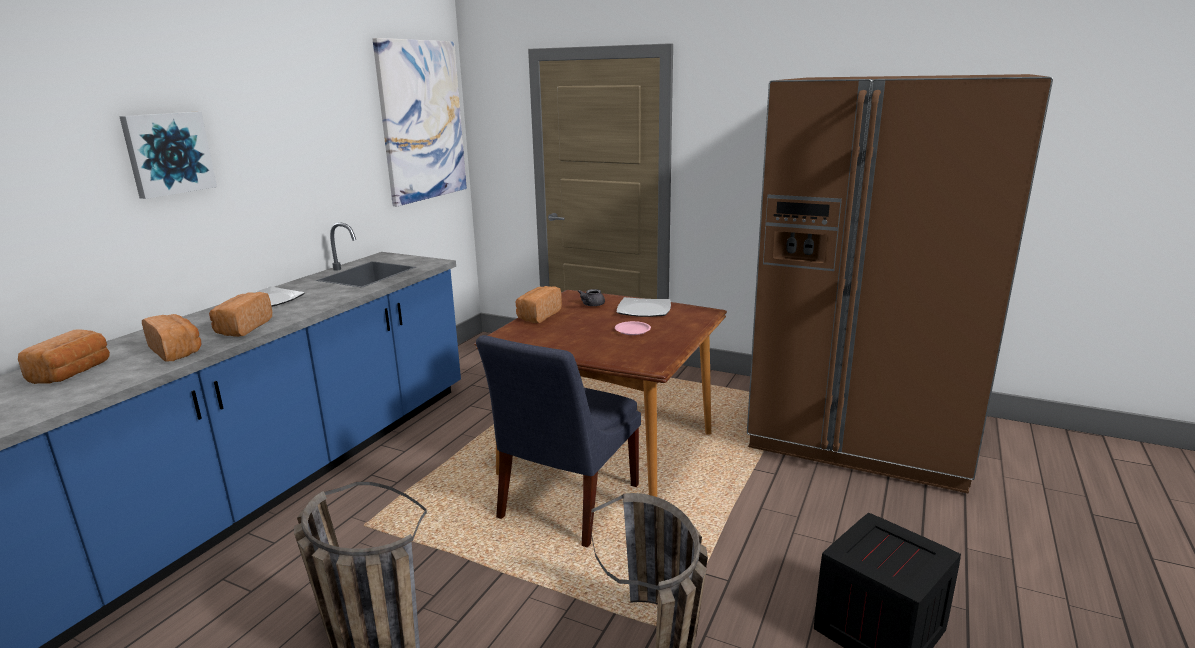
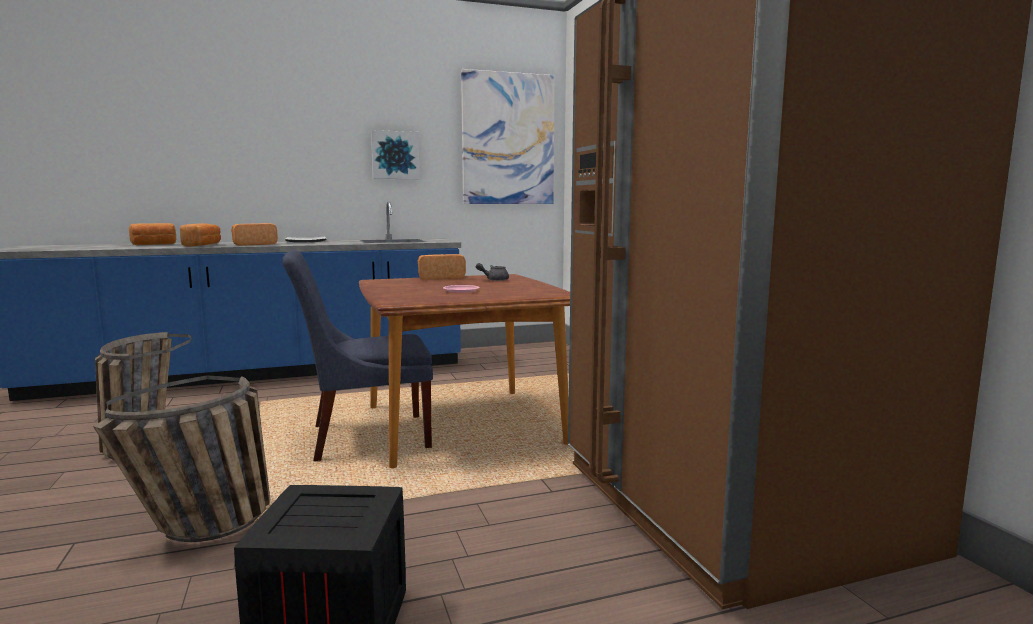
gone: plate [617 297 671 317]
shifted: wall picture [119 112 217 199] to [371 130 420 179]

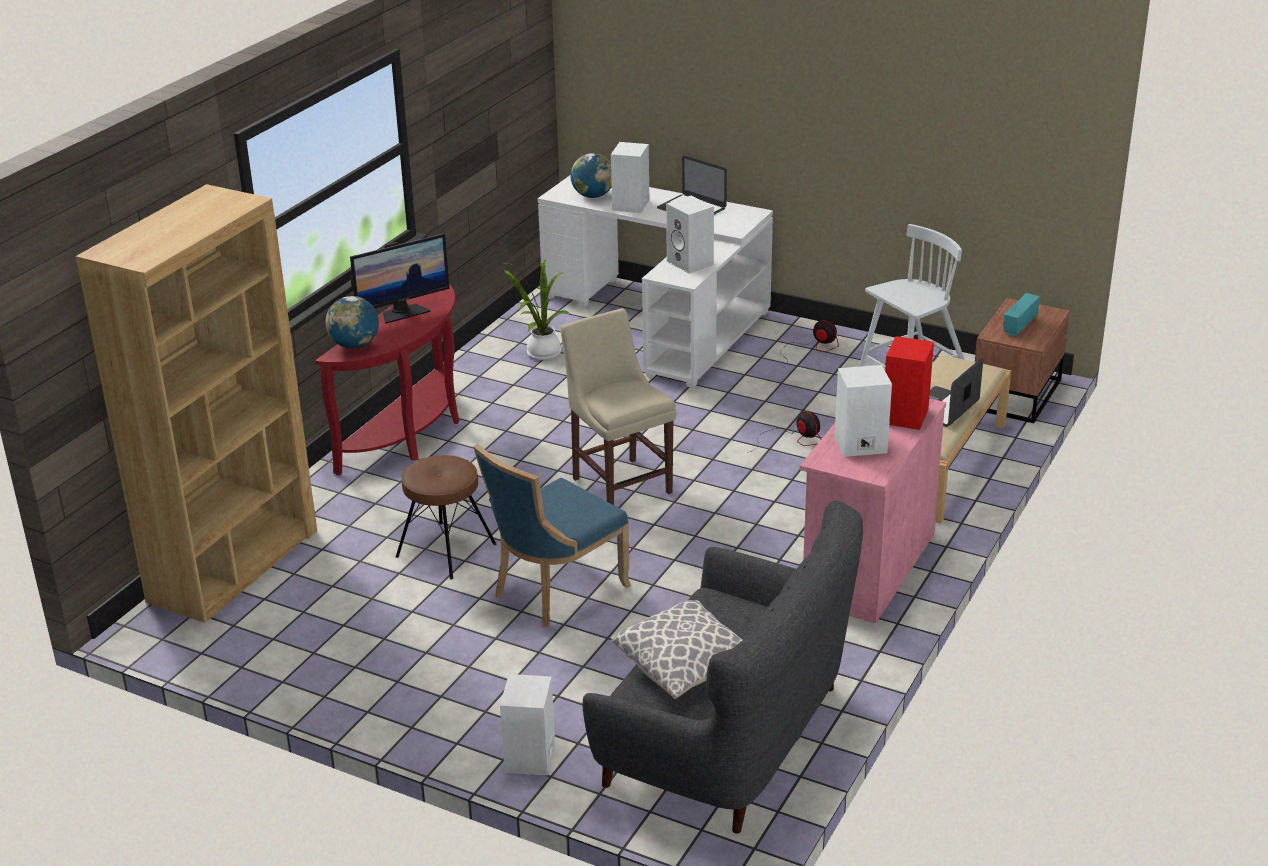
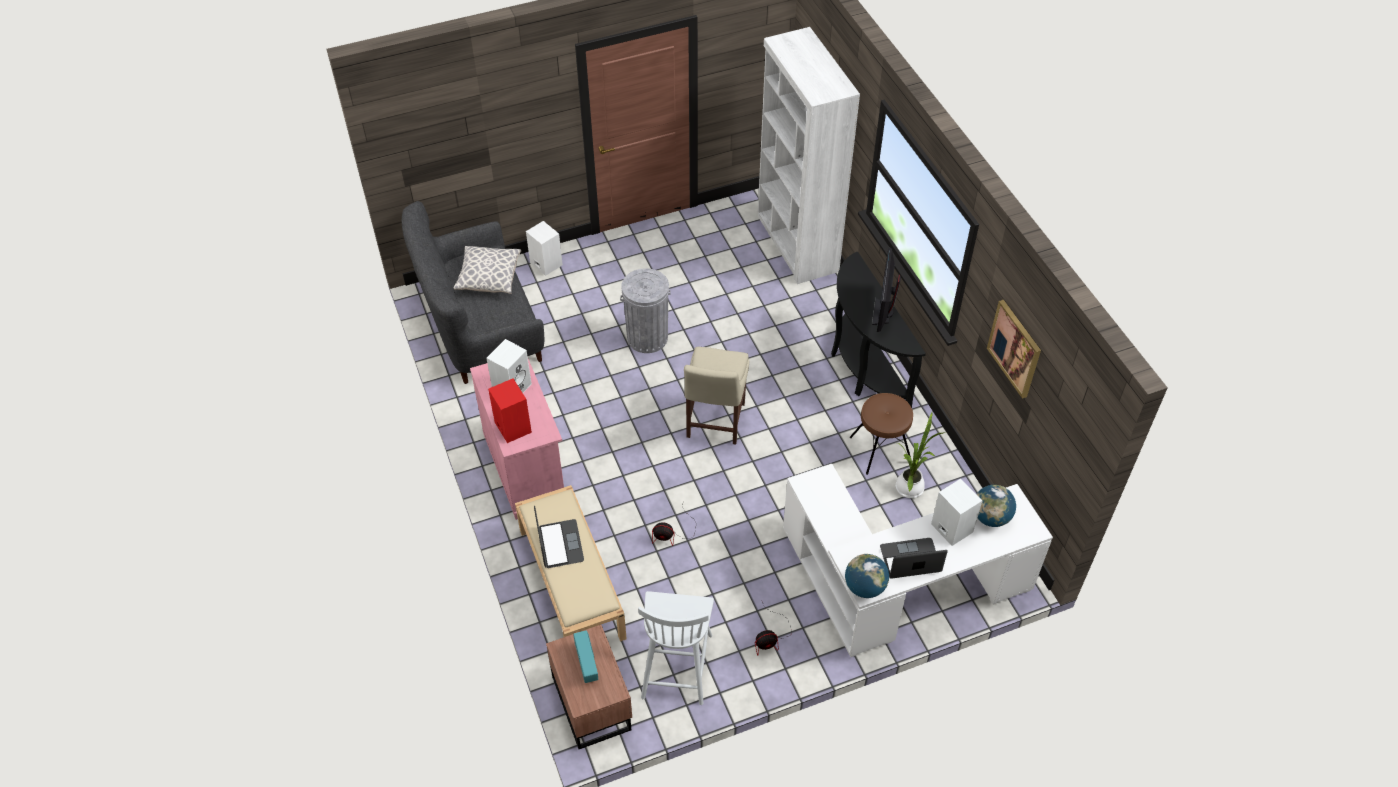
gone: loudspeaker (whitish) [666 195 714 274]
new: wall picture [987 300 1041 399]
shifted: world globe [326 296 379 349] to [845 554 889 598]; stool seat (brownish) [396 455 497 580] to [850 393 913 475]
swapped: plain chair (bluish) [473 444 631 627] to trash can (greyish) [620 268 671 353]
repainted: bookcase (brownish) [75 184 317 623] to bookcase (whitish) [758 27 860 284]; hall table (red-coloured) [315 284 459 475] to hall table (black-coloured) [831 252 926 408]
rotated: plain chair (sand-coloured) [561 308 676 505] = [684 347 749 445] 90 degrees clockwise

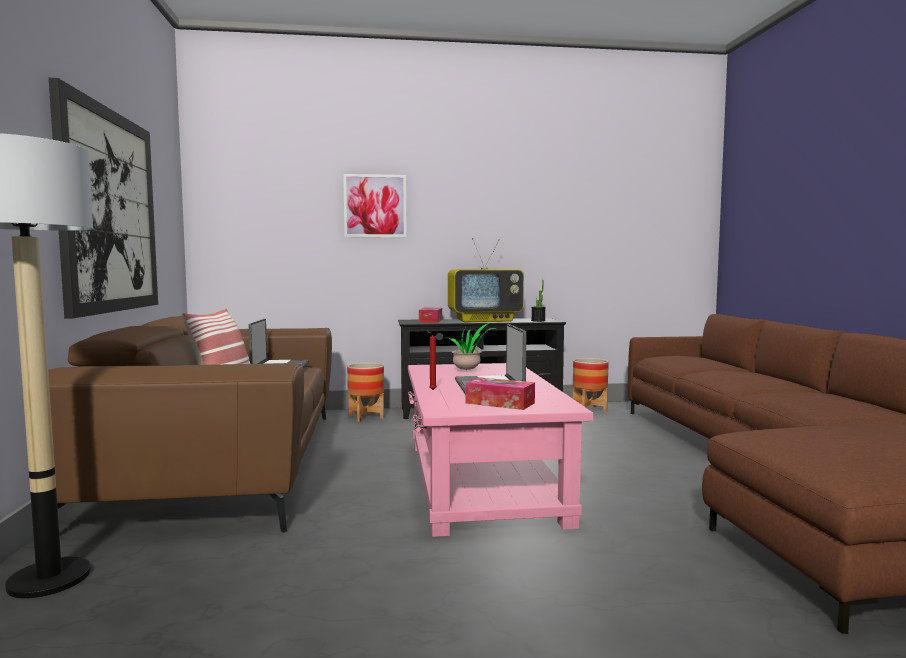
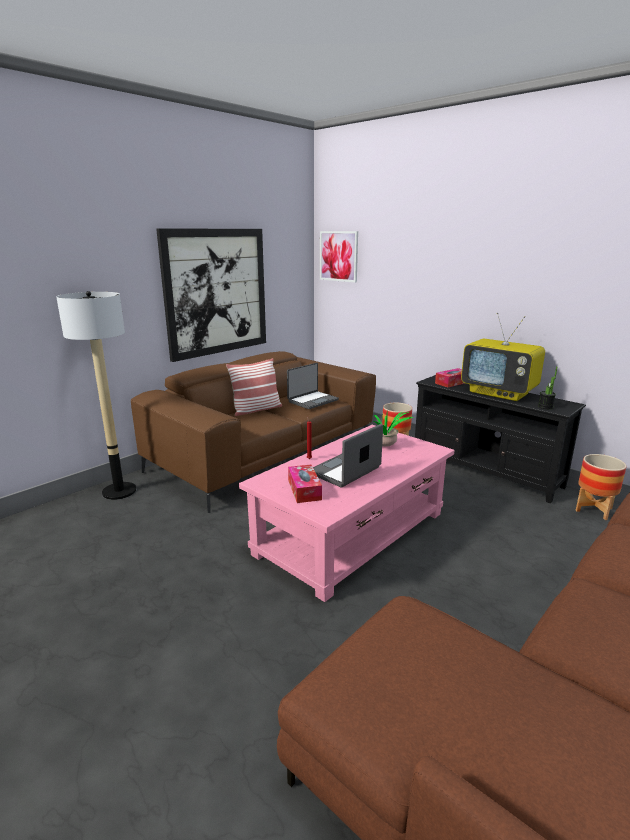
shifted: wall picture [343 174 407 237] to [320 231 358 283]

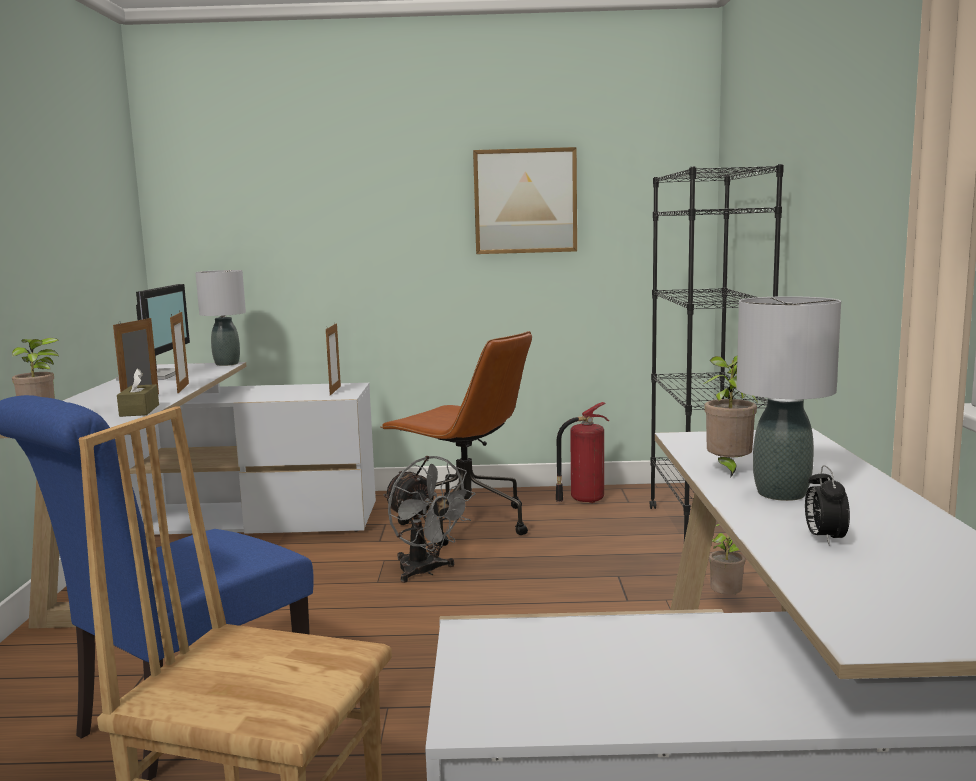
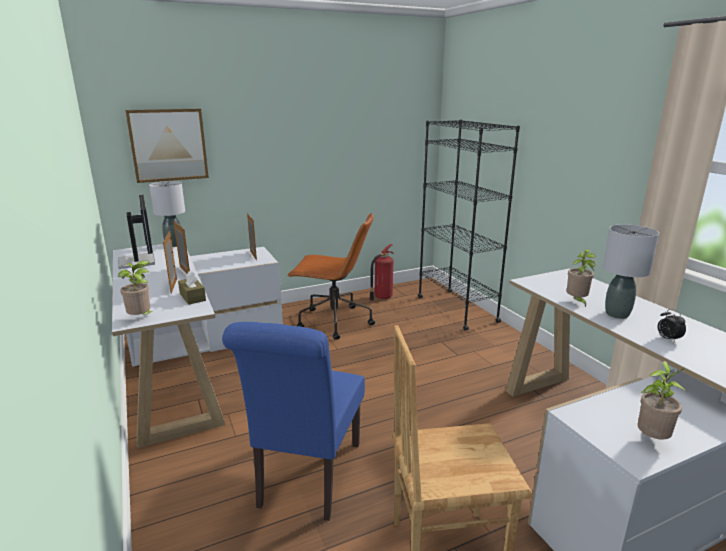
gone: fan (greyish) [384 456 476 583]
shifted: wall picture [473 147 577 254] to [125 109 209 183]; houseplant [709 524 745 595] to [637 361 686 440]

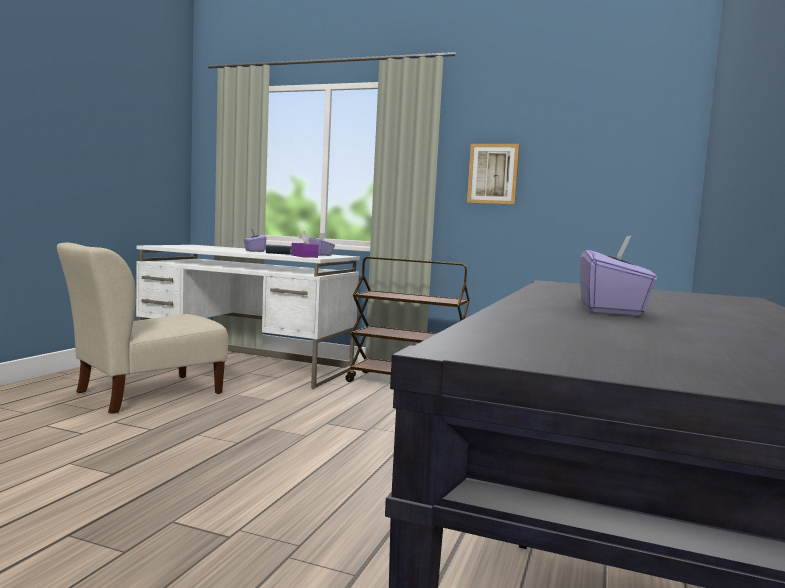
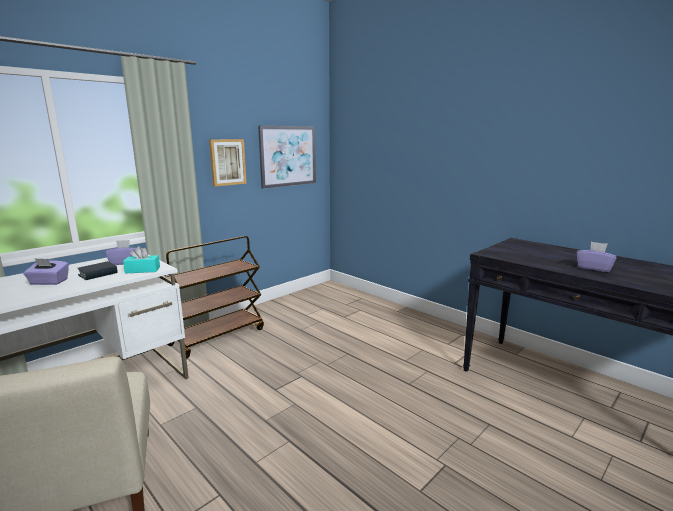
new: wall picture [258 125 316 189]
repainted: tissue holder (purple) [291 231 318 258] to tissue holder (turquoise) [123 246 160 273]

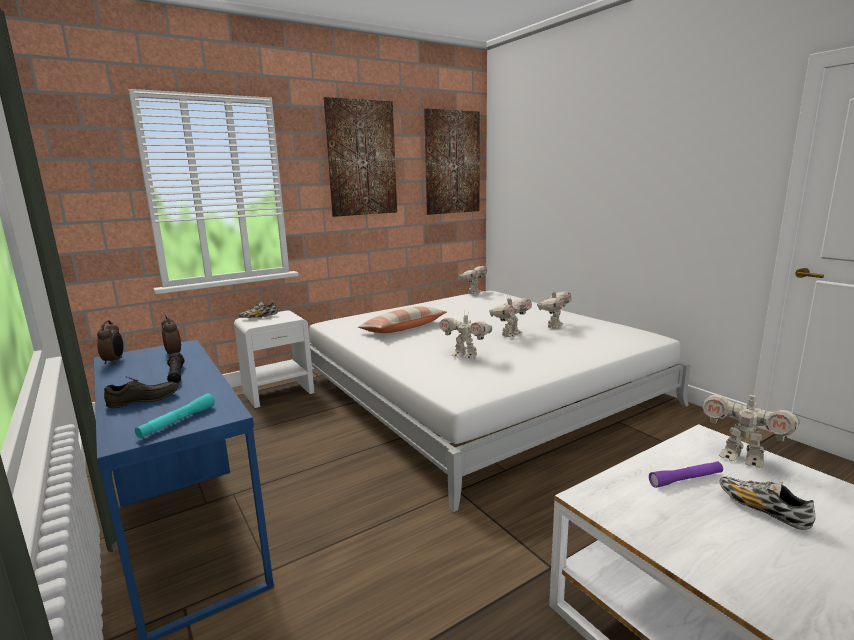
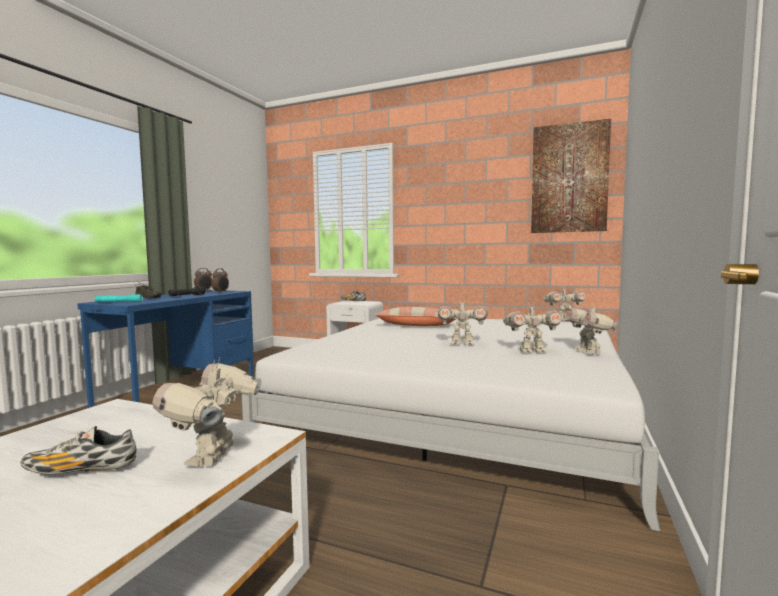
gone: wall picture [324 97 397 217]; hand torch (purple) [649 462 723 488]
shifted: toy robot [439 311 492 359] to [565 303 618 354]
rotated: shoe [720 477 815 530] = [20 426 137 474] 120 degrees counterclockwise

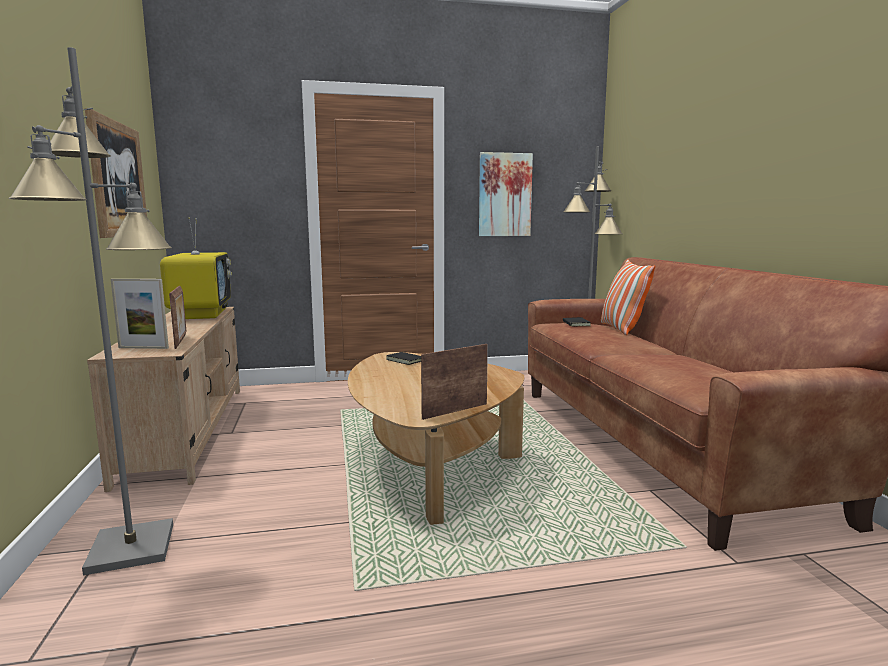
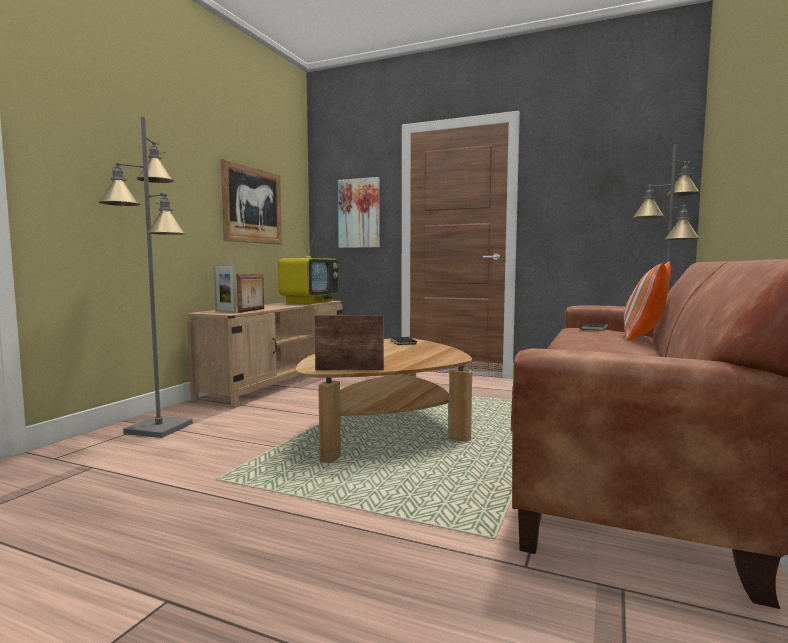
shifted: wall picture [479 152 533 236] to [338 177 380 248]

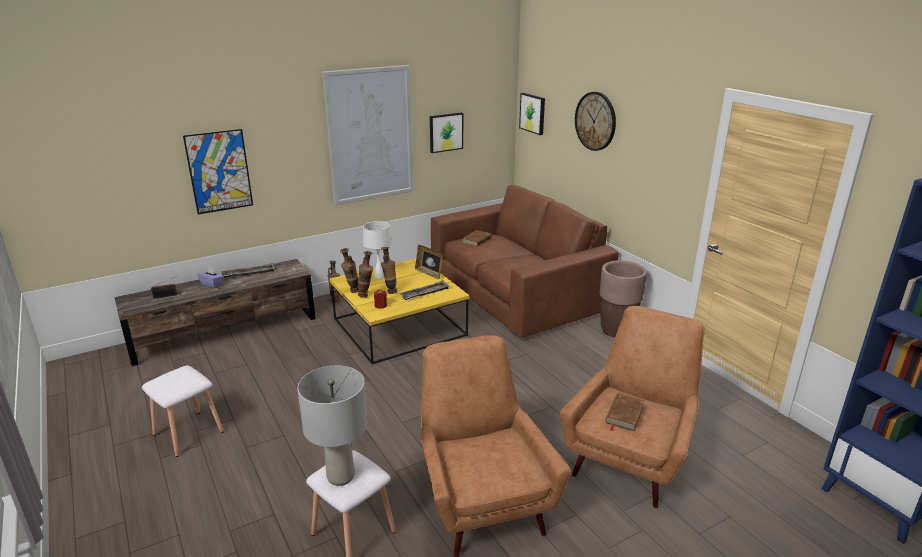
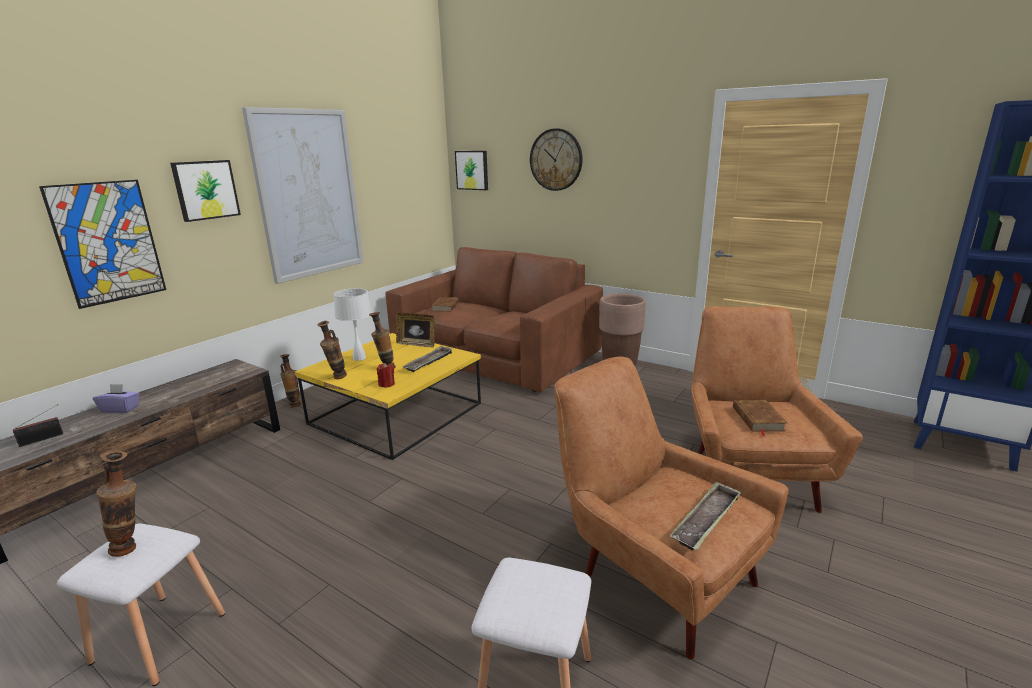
gone: table lamp (greyish) [297 366 368 486]
shifted: serving tray [221 263 275 278] to [670 481 741 551]; vase [358 251 373 298] to [96 451 137 557]; wall picture [430 112 463 153] to [170 160 241 222]

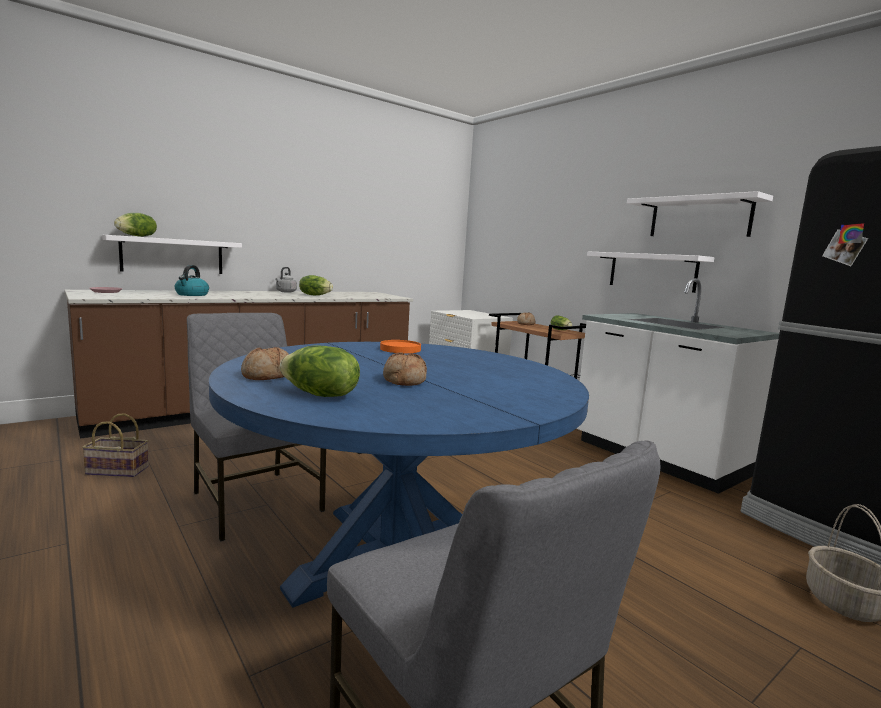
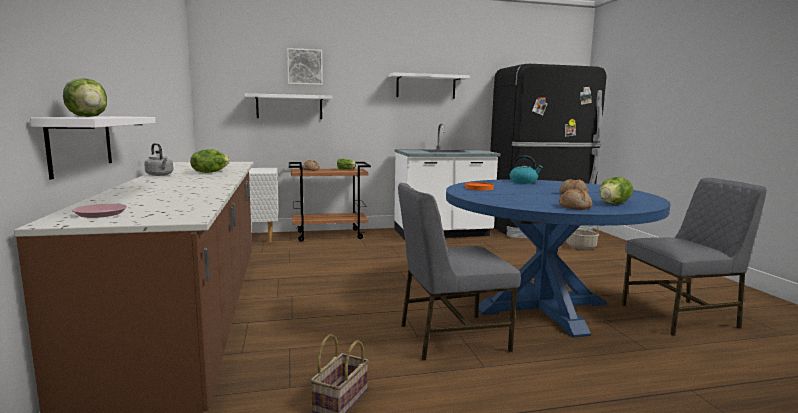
new: wall picture [287 48 323 85]
shifted: tea kettle [175 265 209 296] to [510 155 543 184]; shelf (whitish) [587 251 715 293] to [245 93 332 119]

